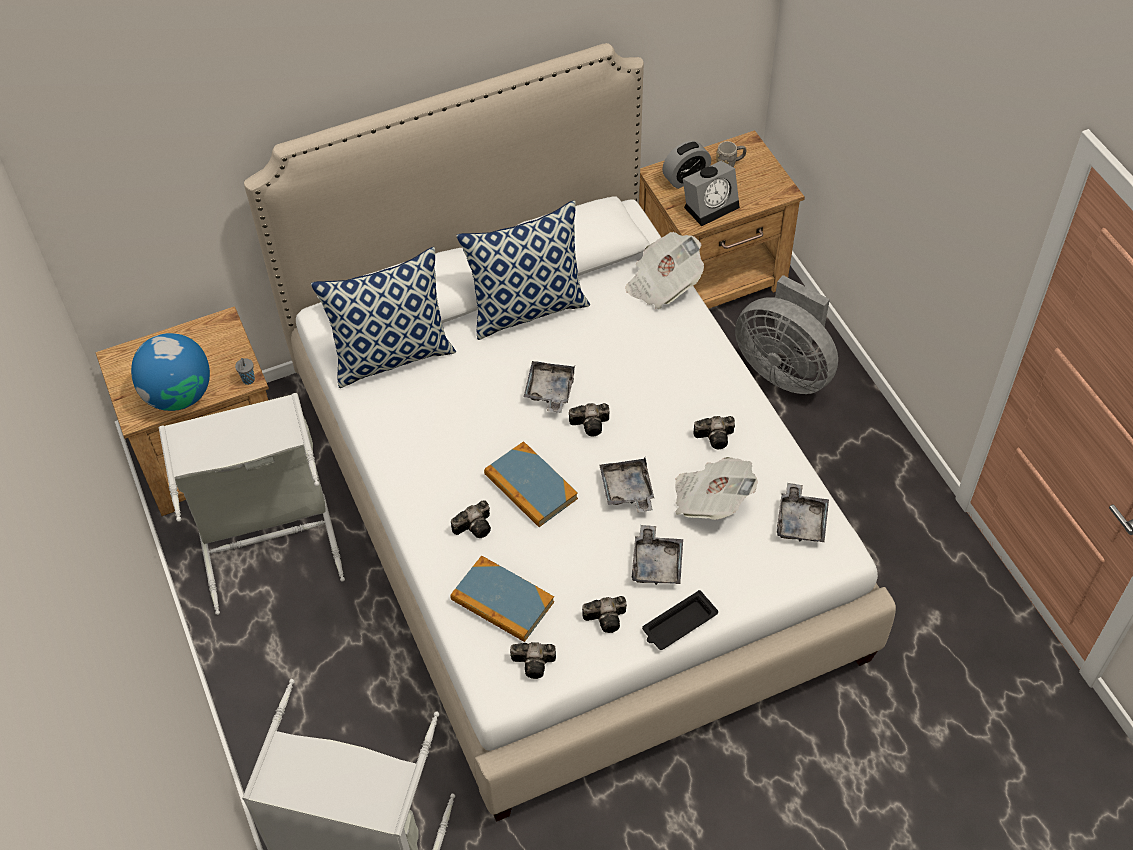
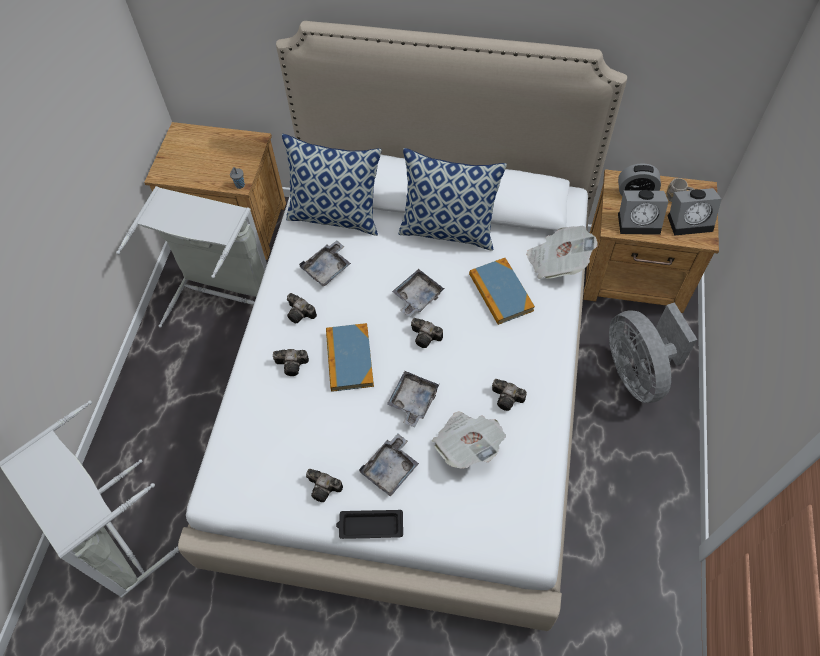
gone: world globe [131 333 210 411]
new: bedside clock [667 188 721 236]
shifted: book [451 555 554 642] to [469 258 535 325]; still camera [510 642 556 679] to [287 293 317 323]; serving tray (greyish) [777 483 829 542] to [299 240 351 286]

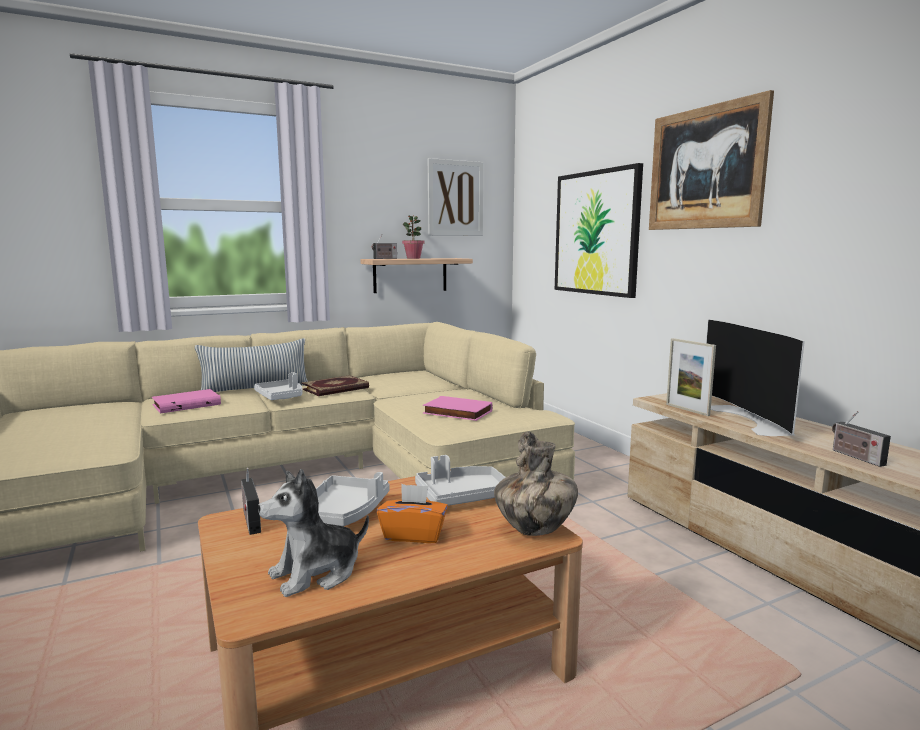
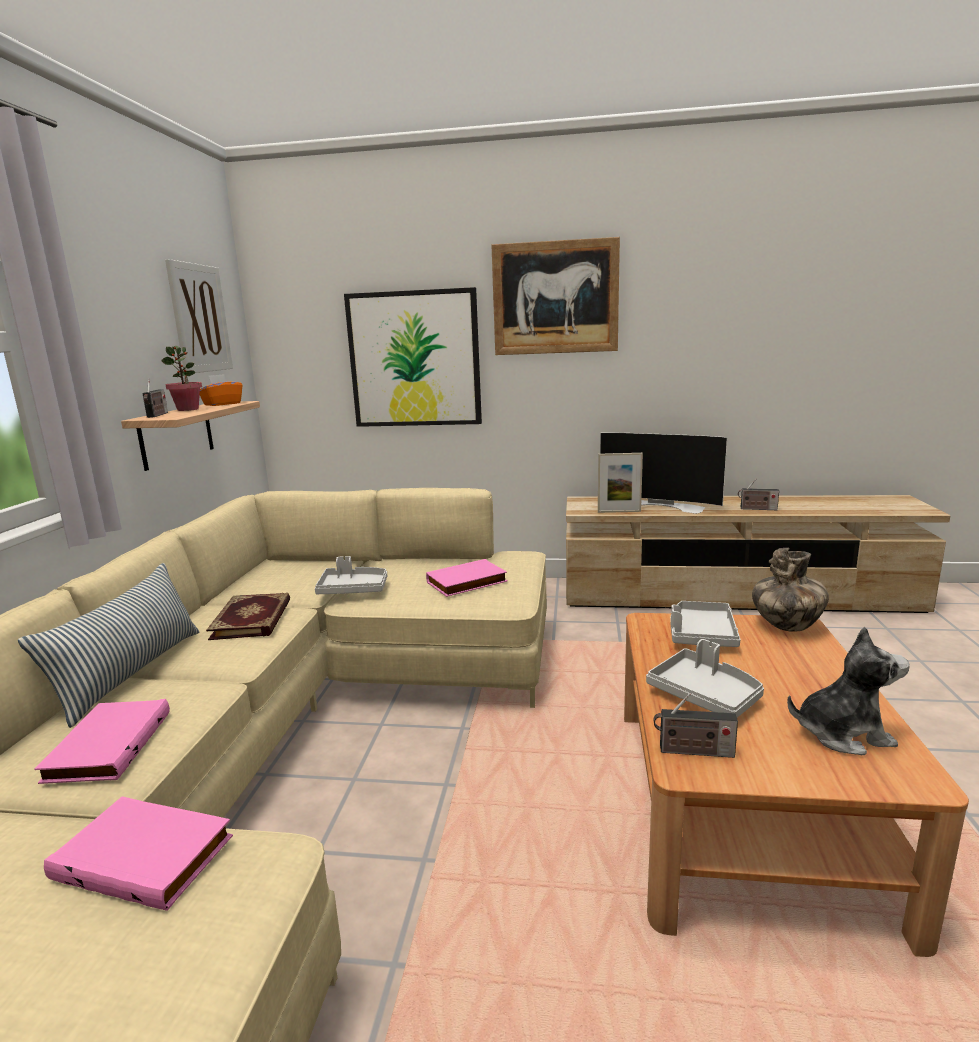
new: book (pinkish) [44 796 233 911]
shifted: serving tray (greyish) [254 372 302 400] to [315 556 387 594]; tissue holder (orange) [377 484 448 543] to [200 374 242 406]
rotated: plush toy [258 469 369 597] = [787 627 910 755] 90 degrees counterclockwise

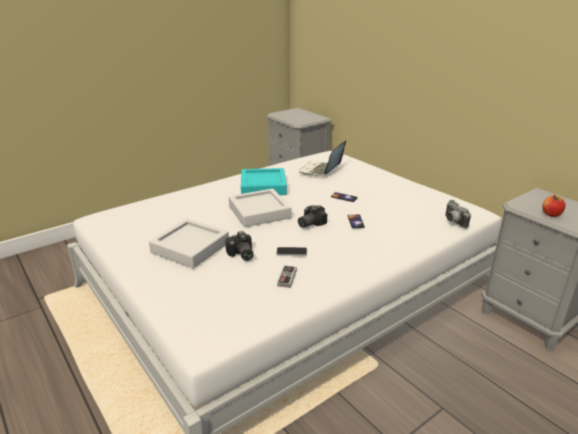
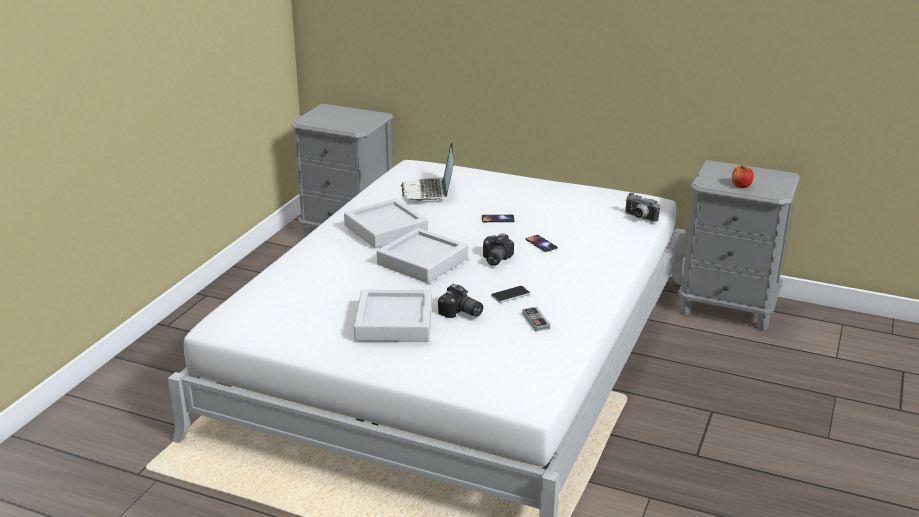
repainted: serving tray (turquoise) [241 168 287 195] to serving tray (greyish) [344 198 428 248]

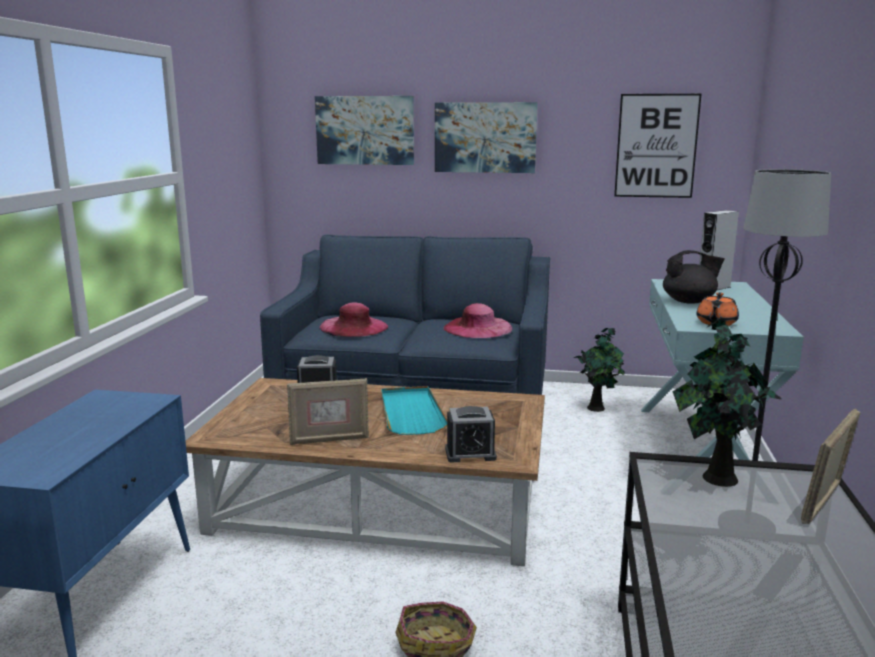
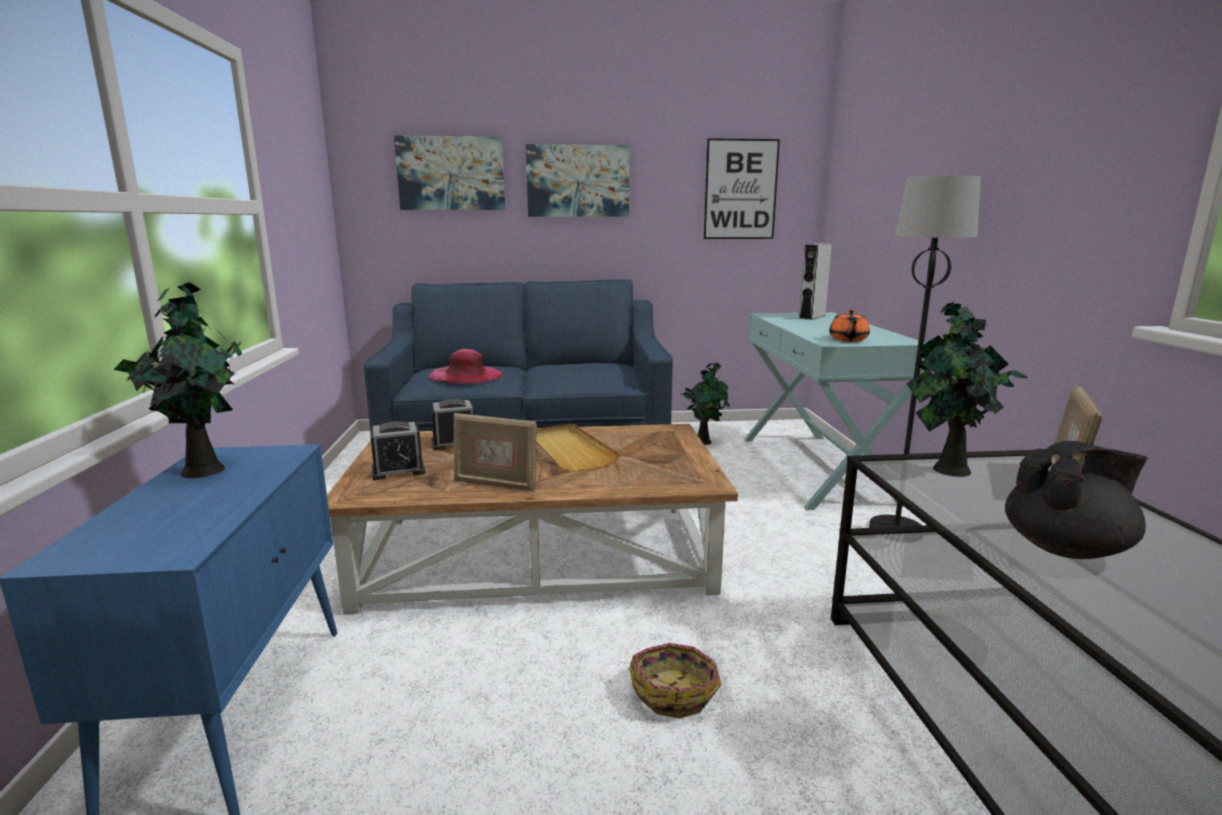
gone: clothing hat (pinkish) [443 303 512 338]
new: houseplant [113 282 242 478]
shifted: bedside clock [445 406 497 463] to [370 421 425 480]; tea pot (black-coloured) [663 250 725 303] to [1005 441 1148 559]
repainted: serving tray (turquoise) [381 386 447 435] to serving tray (sand-coloured) [536 424 620 472]
rotated: photo frame [287 378 369 445] = [453 413 537 492] 45 degrees clockwise

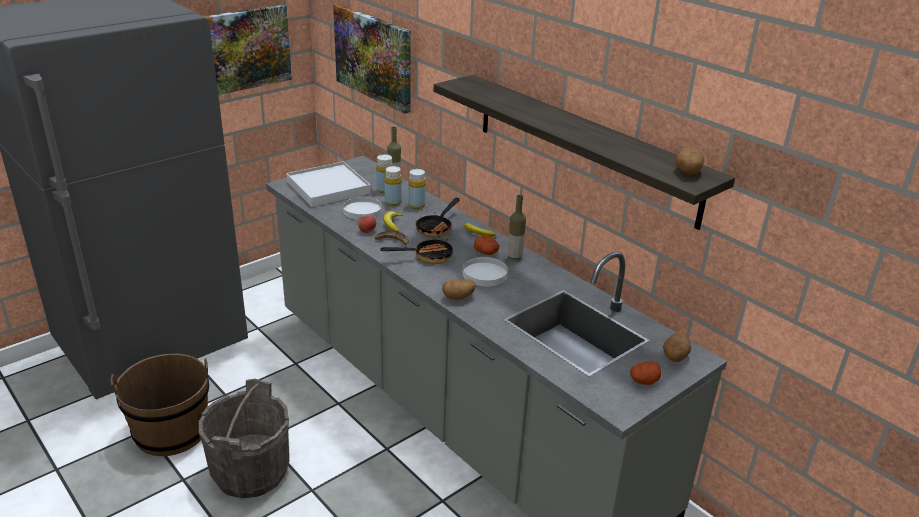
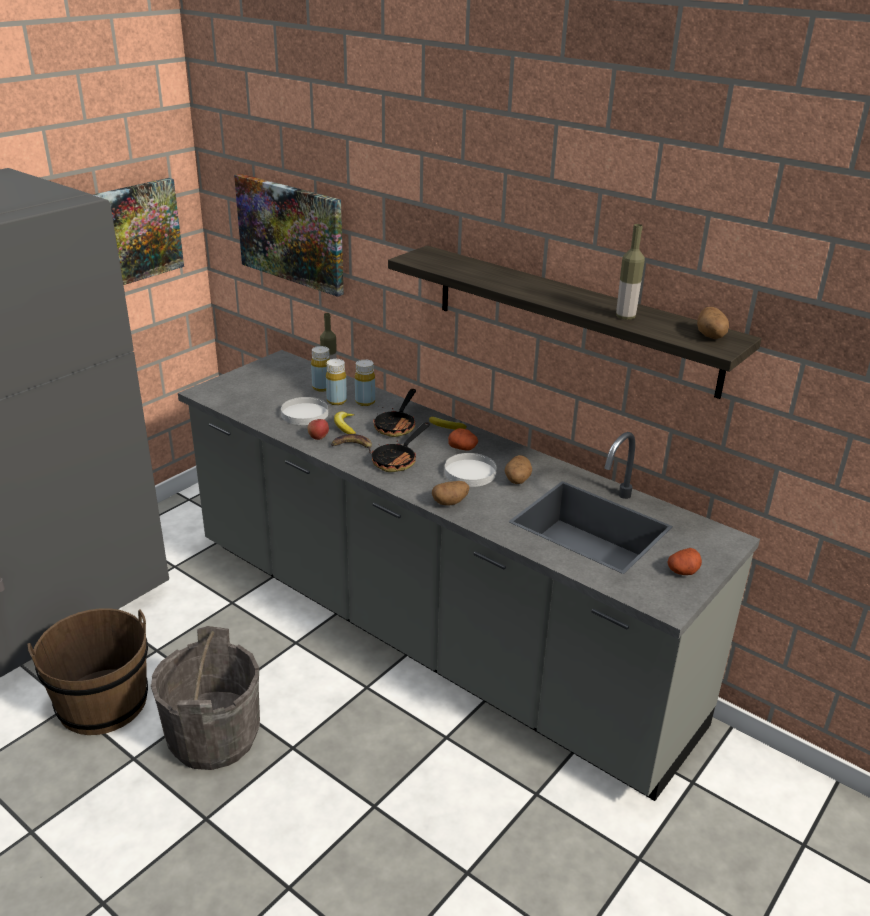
gone: serving tray (whitish) [286 161 371 207]
shifted: bottle [508 195 526 260] to [616 224 645 320]; whole potato [663 332 691 362] to [505 455 532 484]
rotated: pan [380 239 453 264] = [371 422 430 472] 150 degrees clockwise

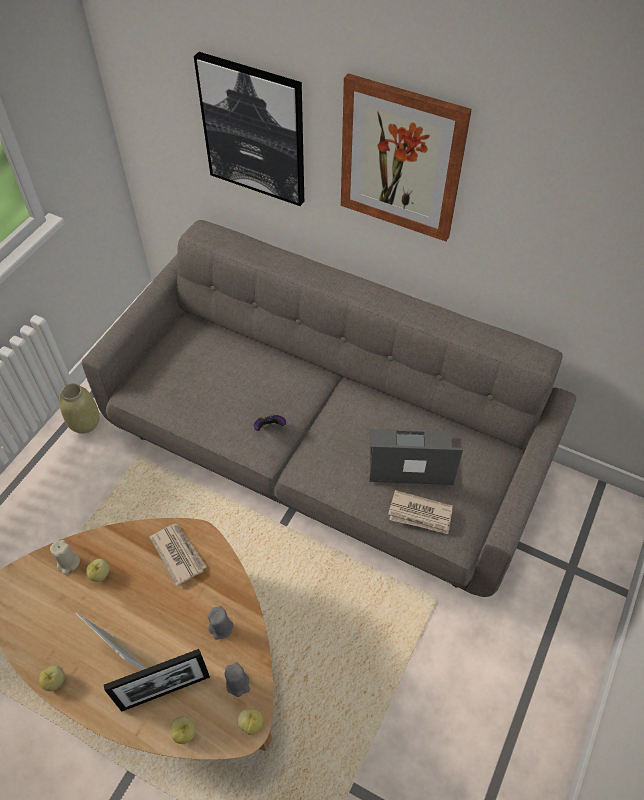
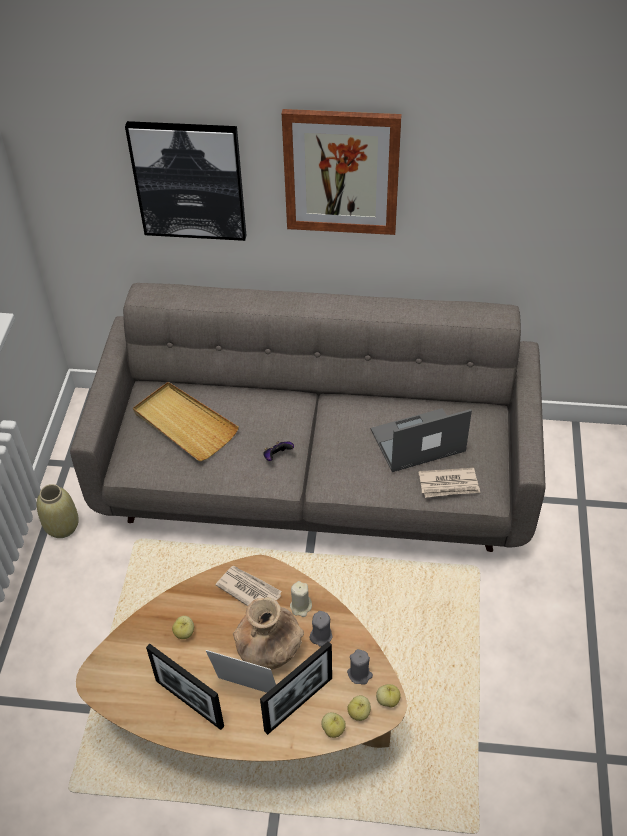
new: serving tray (sand-coloured) [133 382 239 461]; photo frame [146 644 224 730]; vase (brownish) [233 597 304 670]
shifted: apple fruit [39 665 65 691] to [347 695 371 721]; wax candle (sand-coloured) [50 540 80 574] to [290 581 312 617]

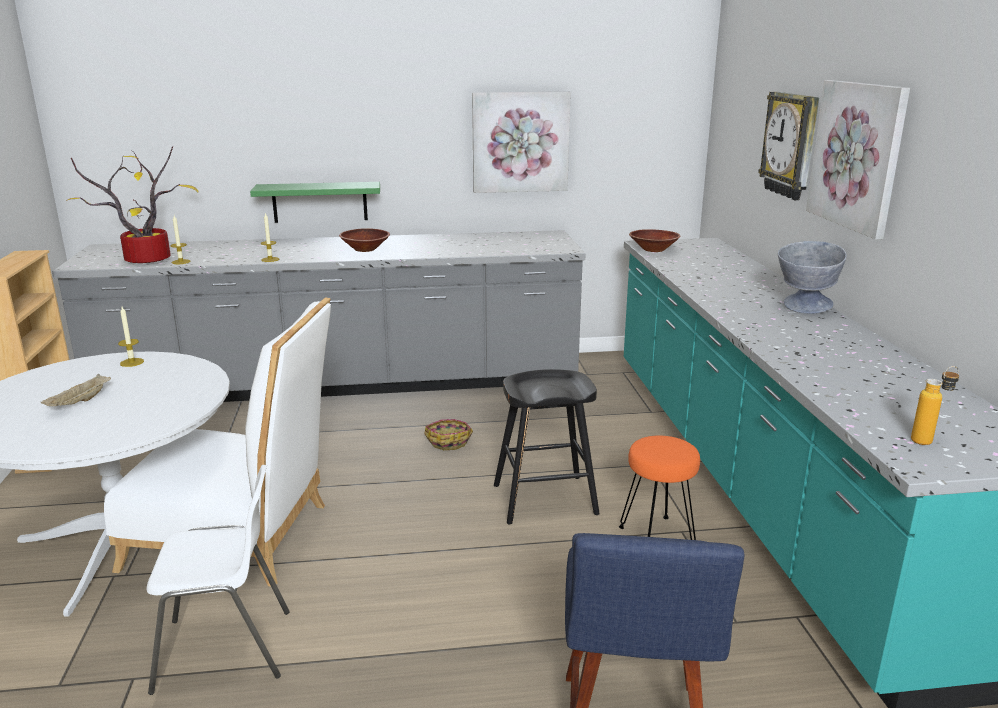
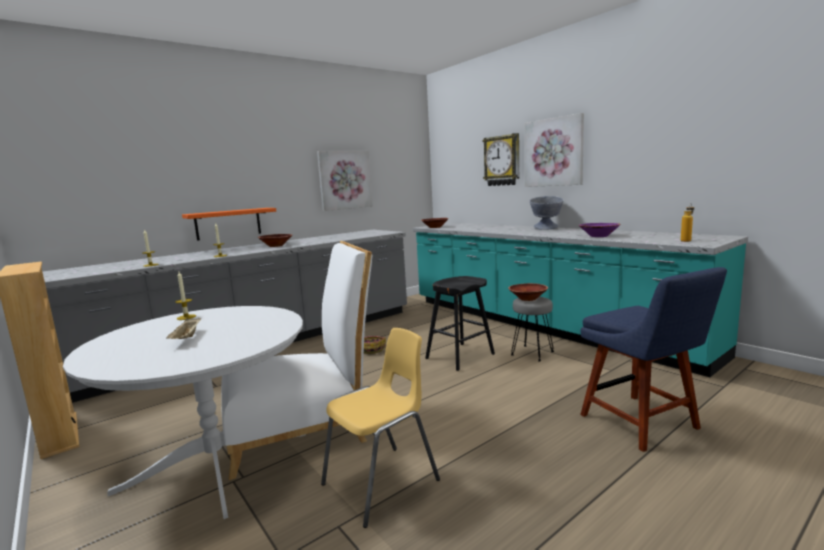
gone: houseplant [66 146 199 263]
new: deep dish (brownish) [508 283 548 301]; deep dish (purple) [579 223 620 237]
repainted: plain chair (whitish) [147 465 290 695] to plain chair (yellow-coloured) [321 328 440 528]; shelf (green-coloured) [250 182 380 223] to shelf (orange) [182 208 276 241]; stool seat (orange) [619 436 700 540] to stool seat (greyish) [511 297 554 361]

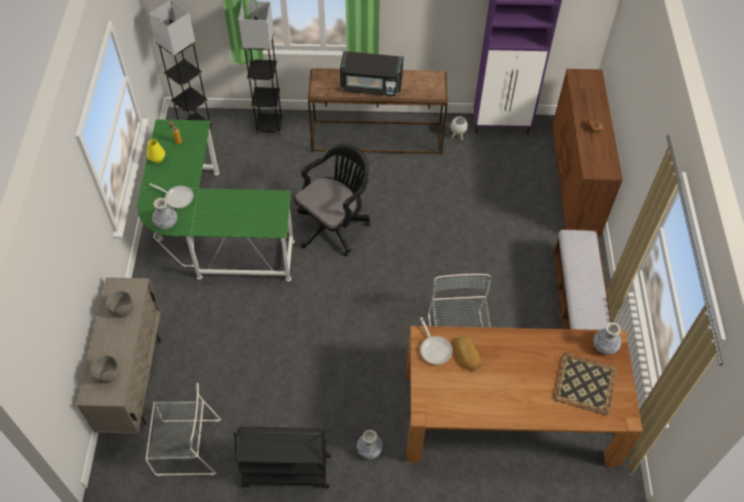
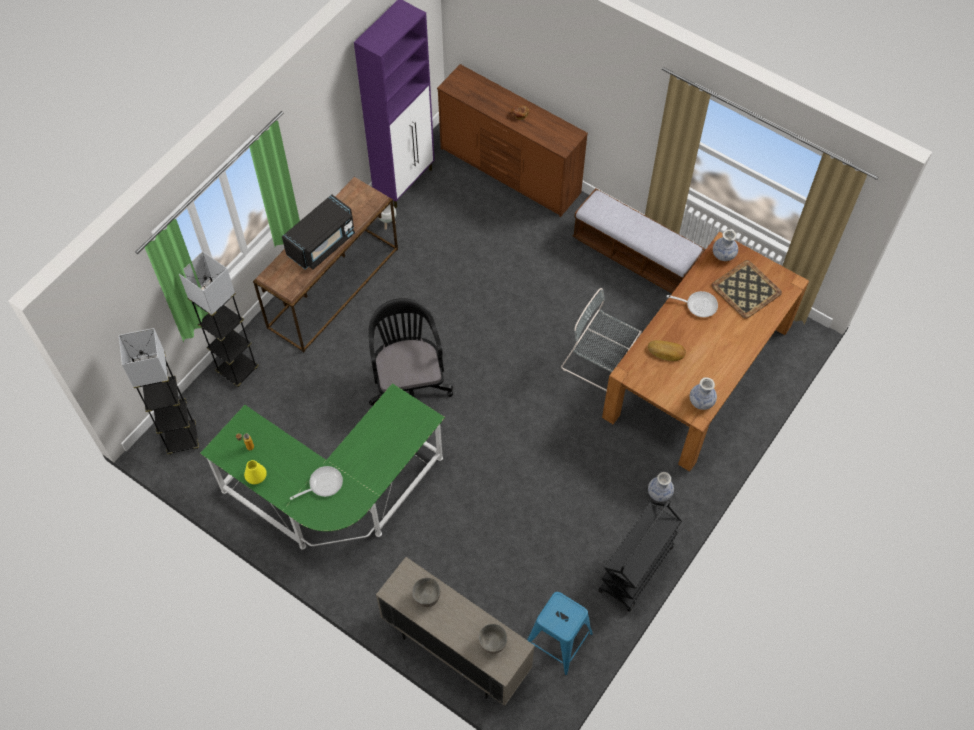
shifted: vase [152 198 177 229] to [690 377 717 410]; pan [420 317 452 364] to [667 291 718 317]
swapped: plain chair (greyish) [146 383 221 476] to stool seat (bluish) [527 592 593 675]

